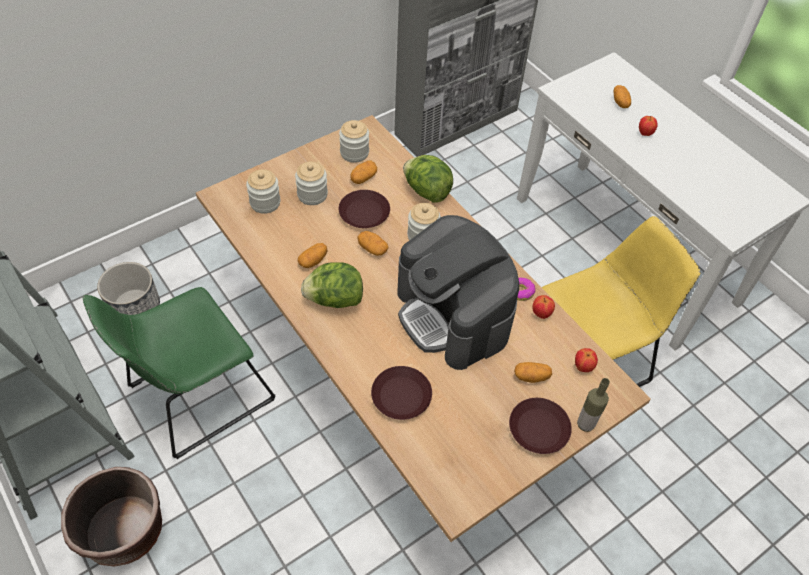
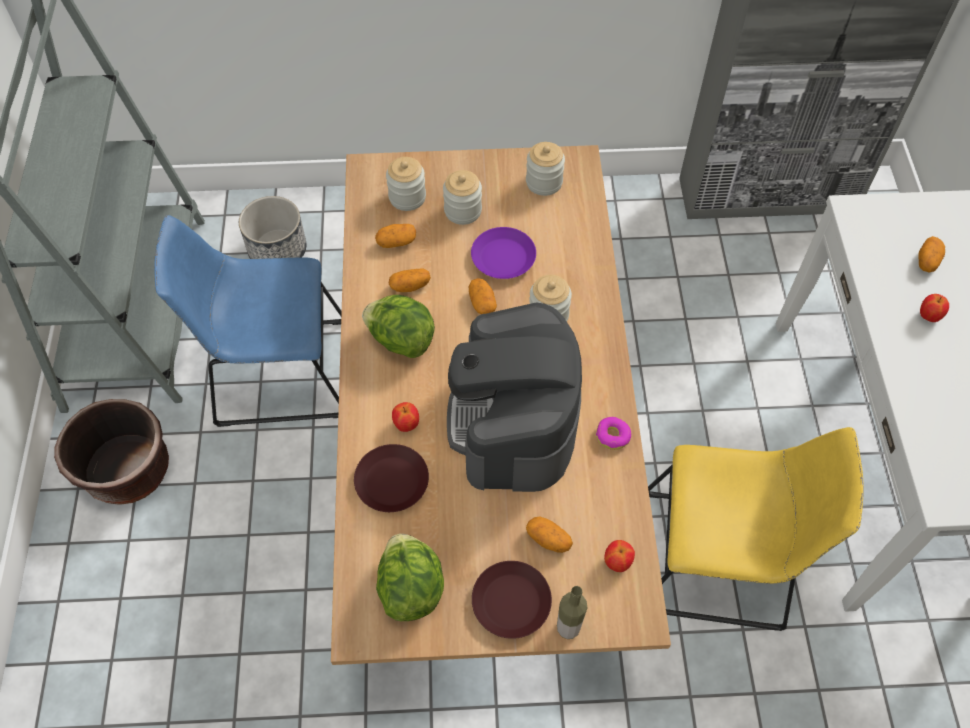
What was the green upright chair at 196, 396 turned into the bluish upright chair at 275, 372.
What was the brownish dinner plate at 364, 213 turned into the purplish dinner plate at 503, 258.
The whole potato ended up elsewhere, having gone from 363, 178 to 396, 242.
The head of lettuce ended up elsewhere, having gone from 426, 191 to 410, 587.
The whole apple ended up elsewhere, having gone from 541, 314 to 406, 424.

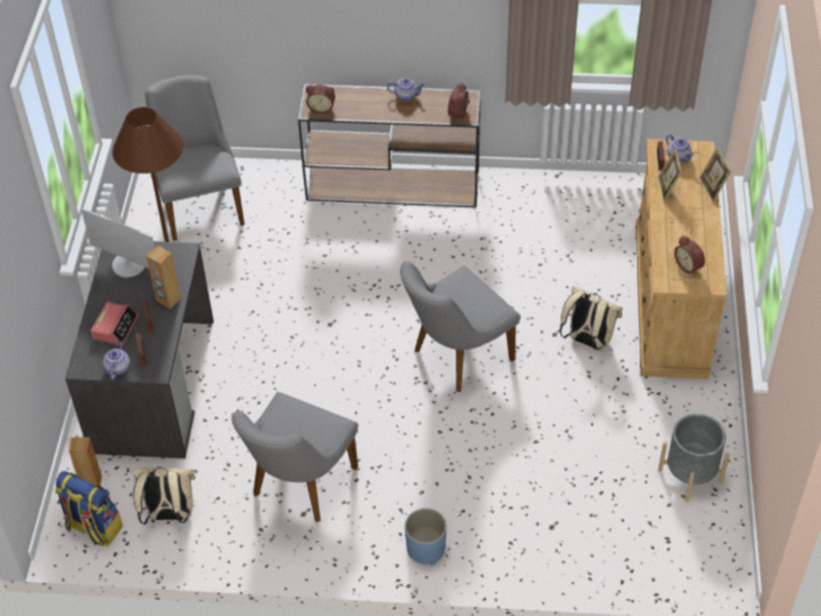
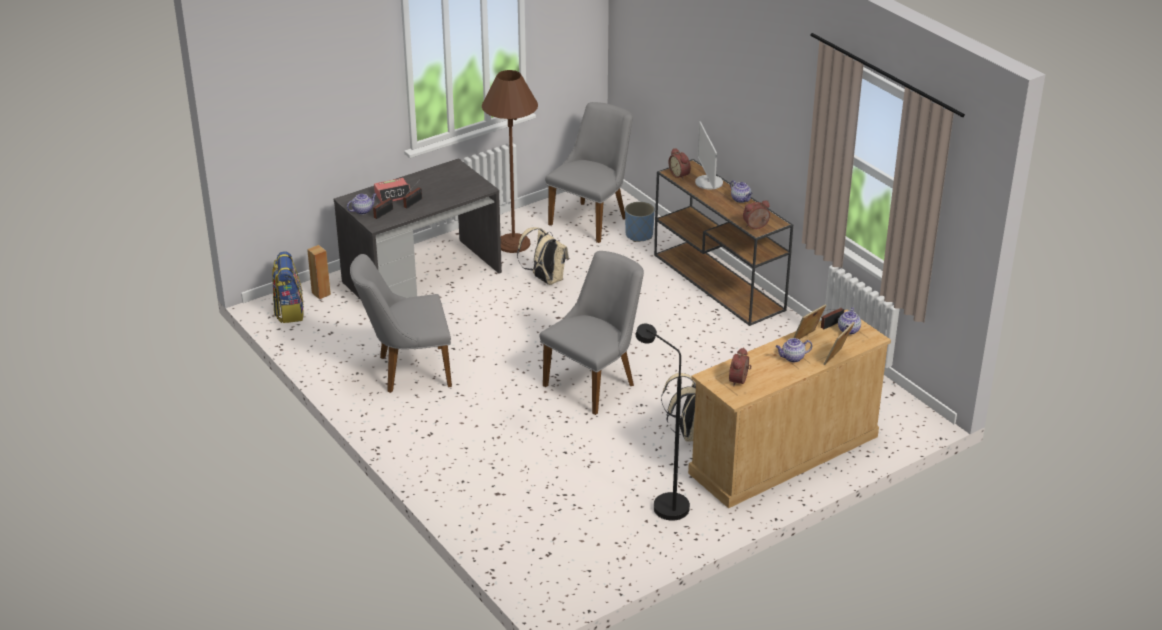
The computer screen ended up elsewhere, having gone from 129, 265 to 708, 182.
The beige-coloured backpack ended up elsewhere, having gone from 169, 514 to 545, 279.
The second view lost the brownish audio speaker at 168, 299.
The gray upright chair at 455, 358 ended up facing another way, 120 degrees clockwise from before.
The bluish planter ended up elsewhere, having gone from 425, 549 to 639, 235.
The second view lost the gray planter at 690, 475.
The second view gained the black-coloured standing lamp at 663, 503.
The second view gained the teapot at 792, 358.

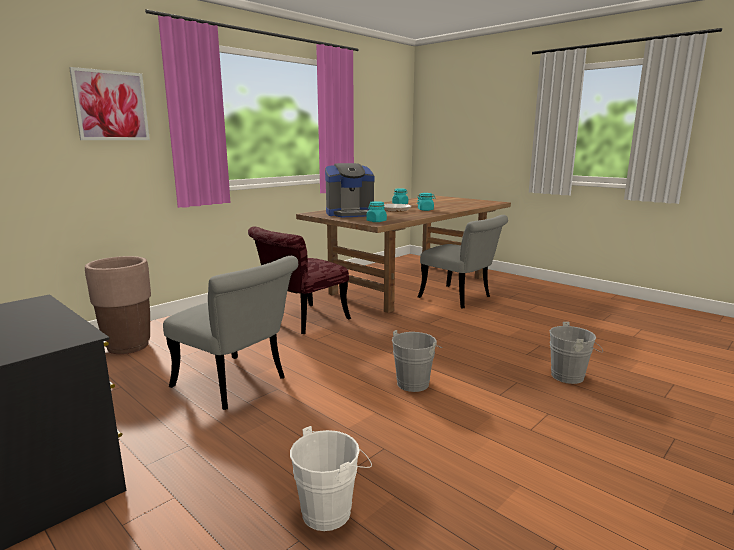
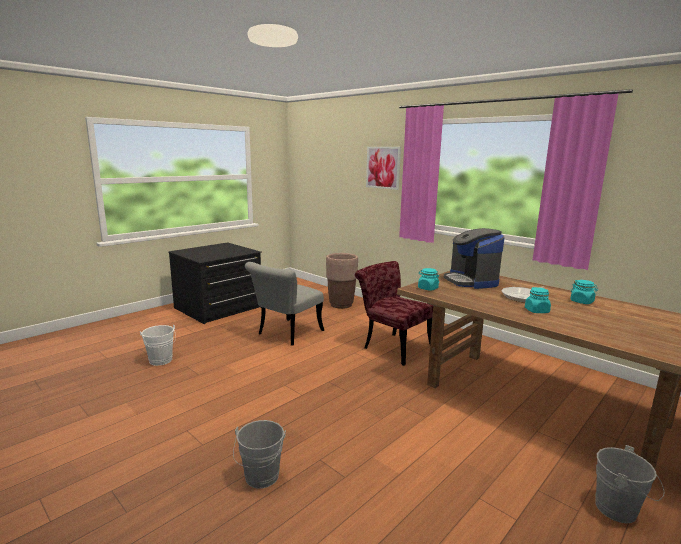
The gray bucket ended up elsewhere, having gone from 415, 382 to 620, 511.
The second view lost the gray upright chair at 461, 298.

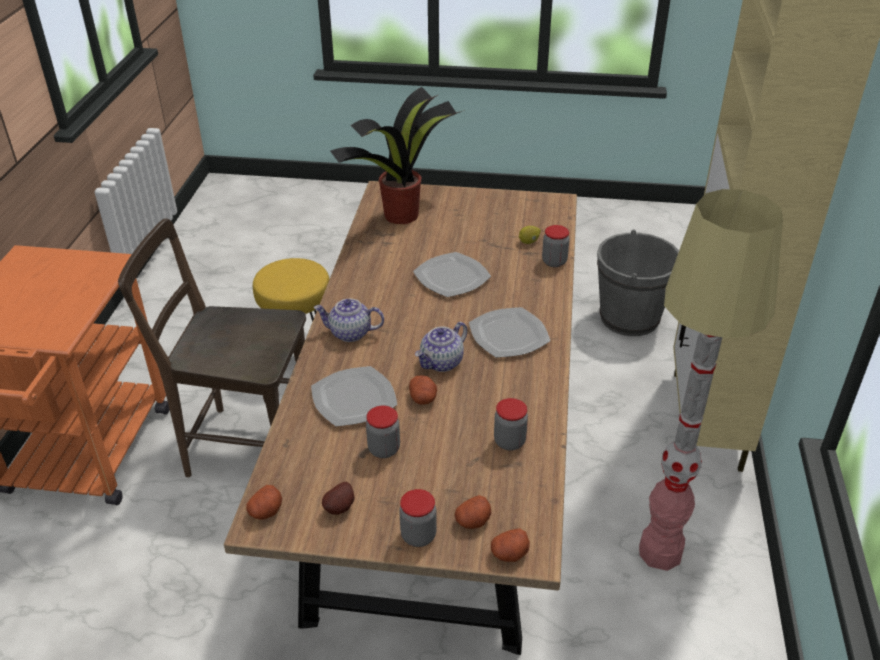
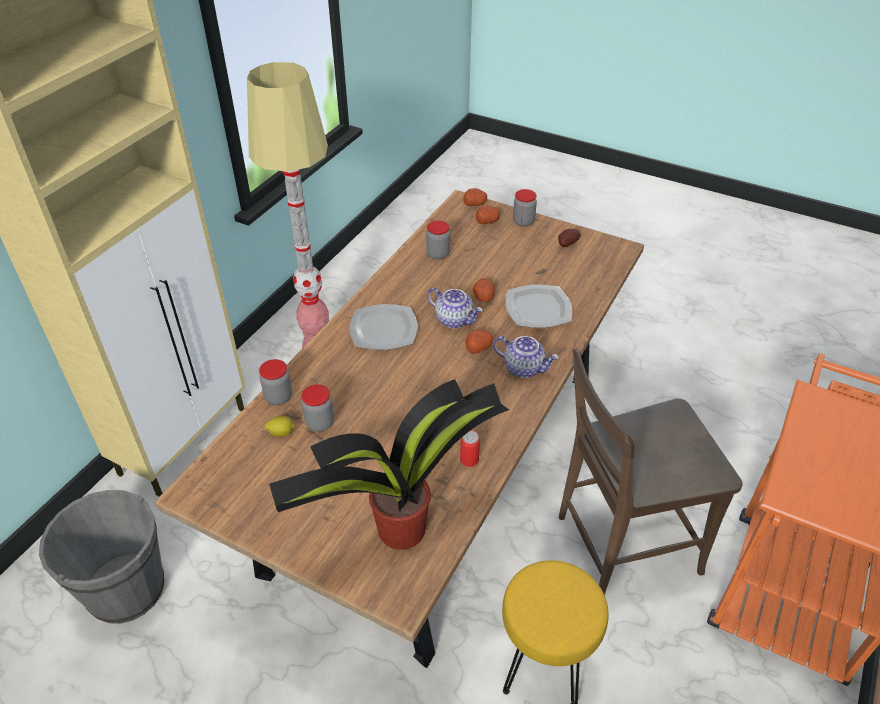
The brownish upright chair at 245, 446 ended up facing another way, 135 degrees clockwise from before.
The whole potato ended up elsewhere, having gone from 266, 511 to 478, 347.
The jar ended up elsewhere, having gone from 384, 449 to 320, 423.
The second view lost the dinner plate at 451, 276.
The teapot at 442, 363 ended up facing another way, 60 degrees clockwise from before.
The second view gained the sealed can at 469, 460.

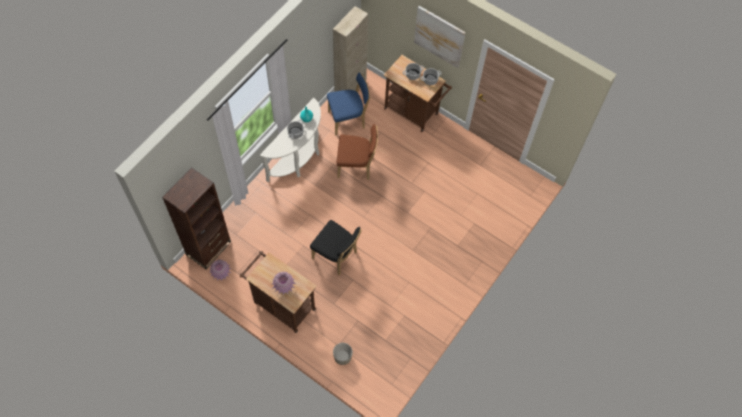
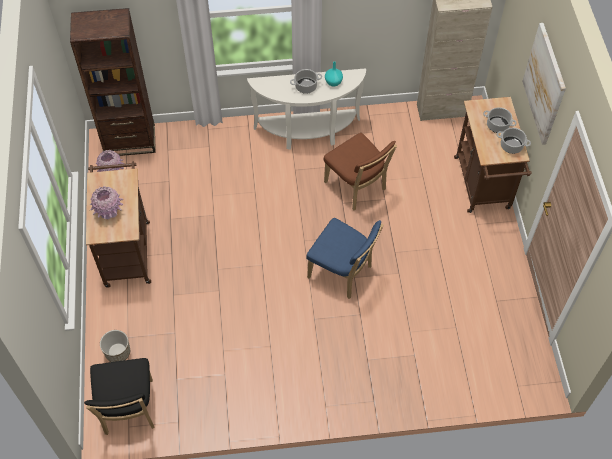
The black-coloured upright chair ended up elsewhere, having gone from 336, 256 to 128, 410.
The bluish upright chair ended up elsewhere, having gone from 348, 120 to 342, 273.

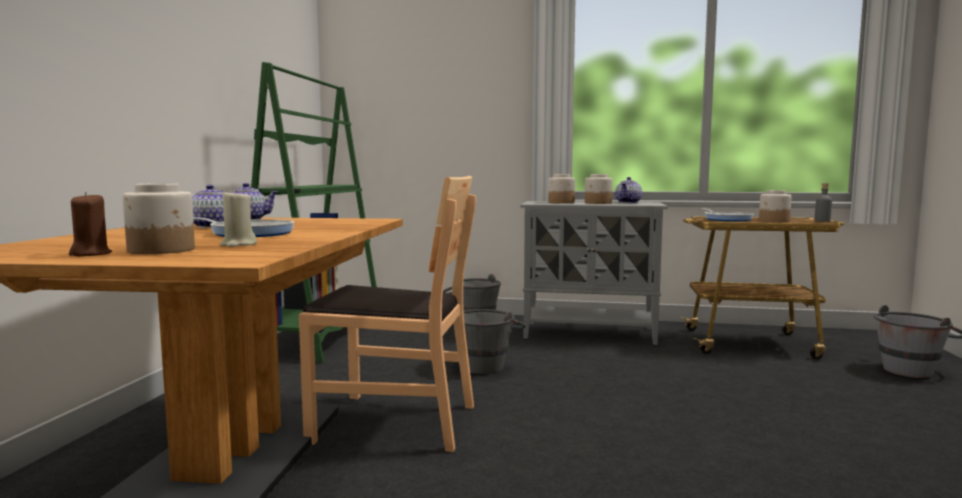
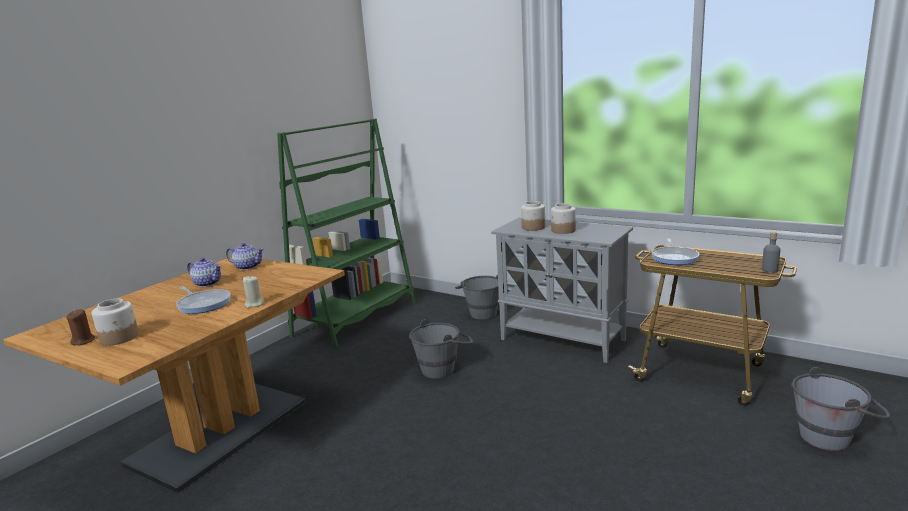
The beige-coloured candle ended up elsewhere, having gone from 238, 245 to 254, 304.
The second view lost the brownish upright chair at 395, 422.
The second view lost the teapot at 628, 202.
The second view lost the jar at 774, 221.

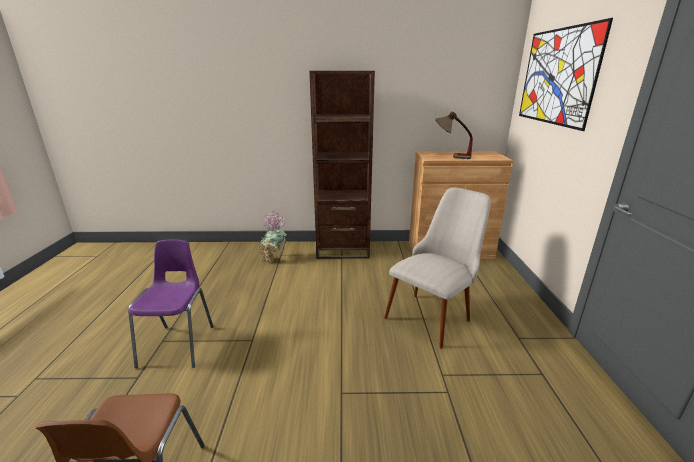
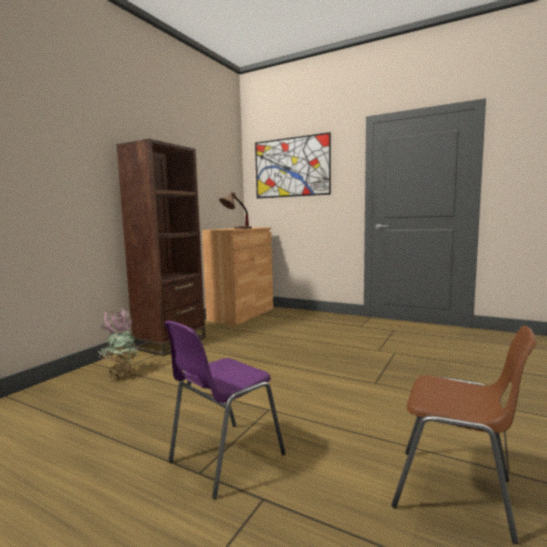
The purplish upright chair at 179, 344 ended up facing another way, 75 degrees counterclockwise from before.
The second view lost the beige-coloured upright chair at 434, 312.

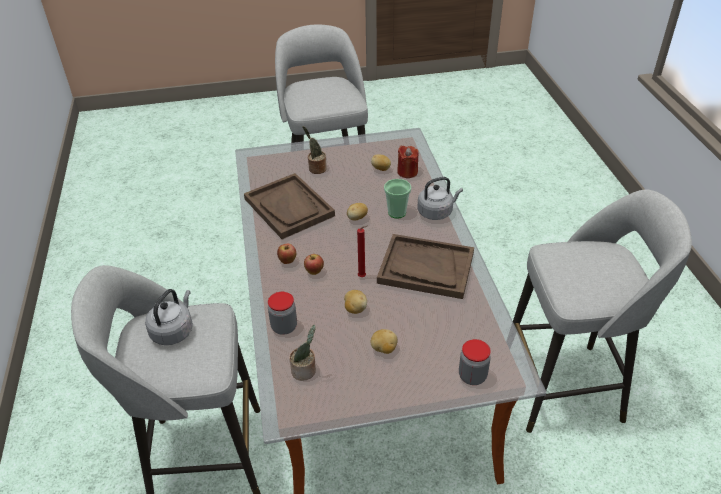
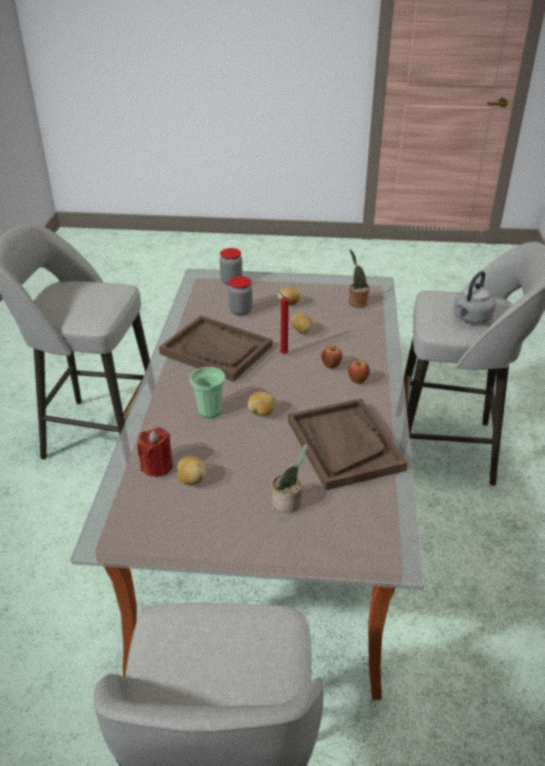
The jar ended up elsewhere, having gone from 284, 327 to 240, 311.
The second view lost the gray water kettle at 436, 212.

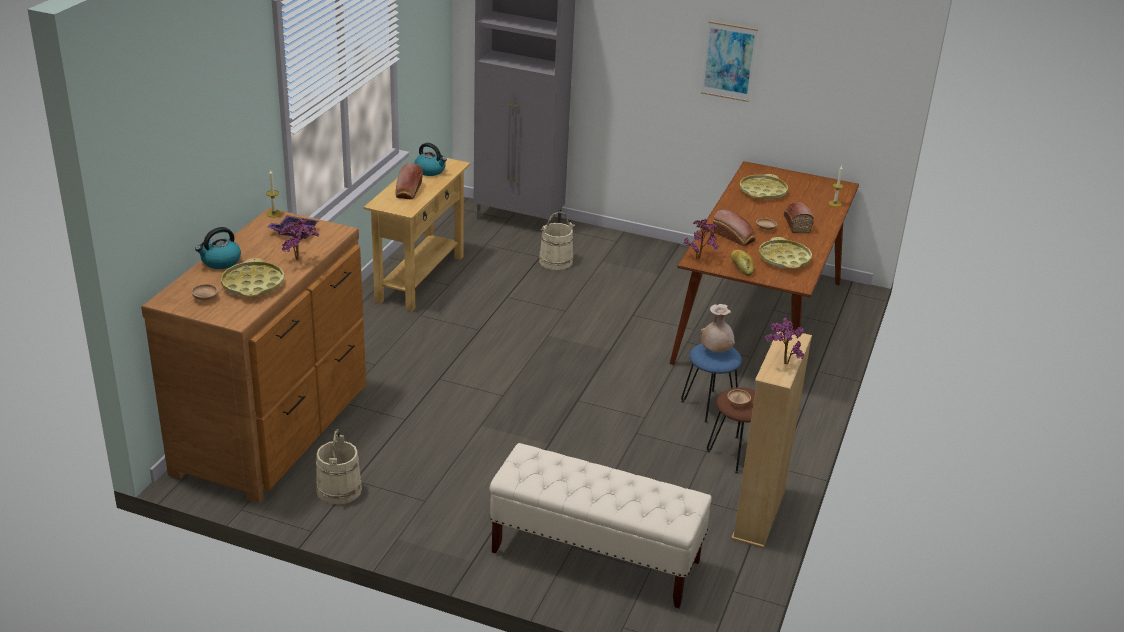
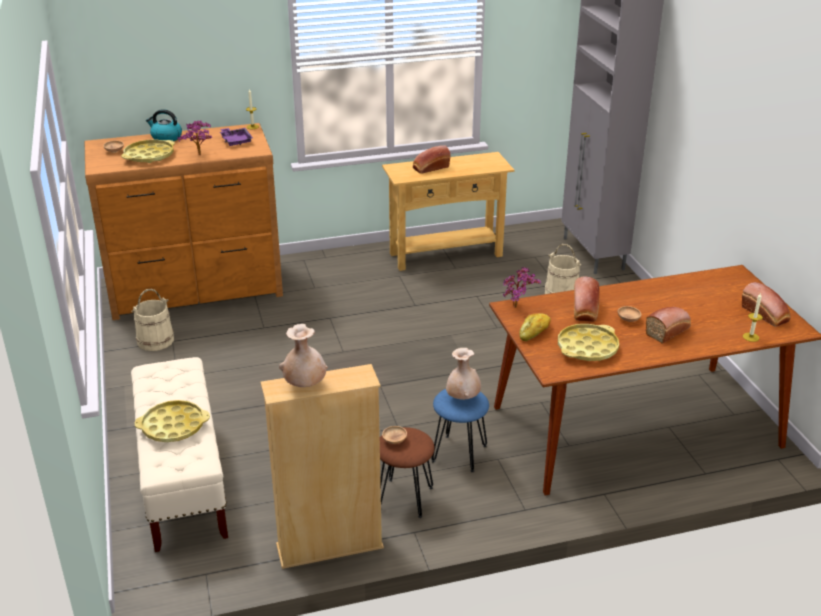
The second view lost the water kettle at 430, 170.
The second view lost the wall art at 729, 61.
The yellow-coloured tray ended up elsewhere, having gone from 762, 191 to 173, 426.
Where the houseplant stood at 782, 363, the beige-coloured vase came to stand at 305, 385.
The second view gained the bread at 766, 315.

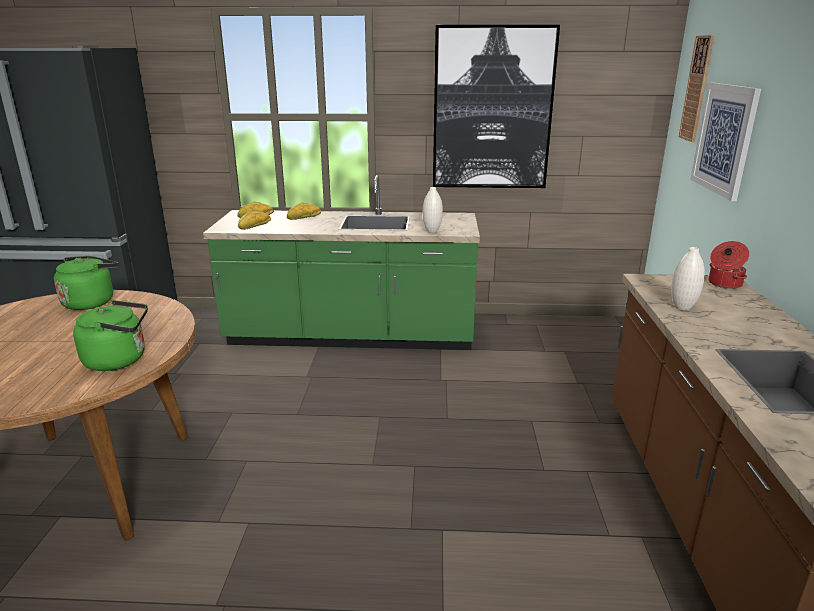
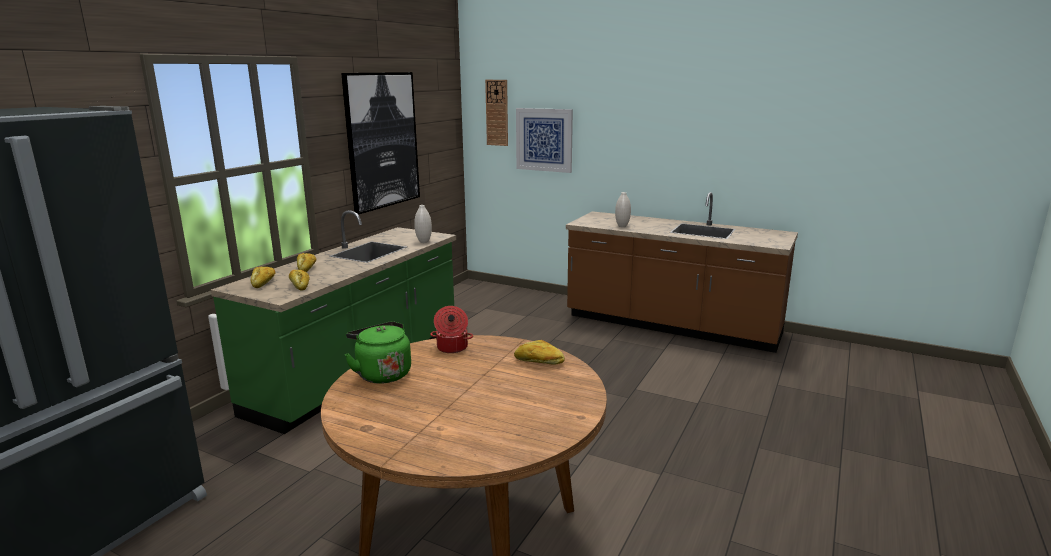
Where the green water kettle stood at 120, 360, the bread came to stand at 539, 361.
The saucepot ended up elsewhere, having gone from 724, 284 to 452, 348.

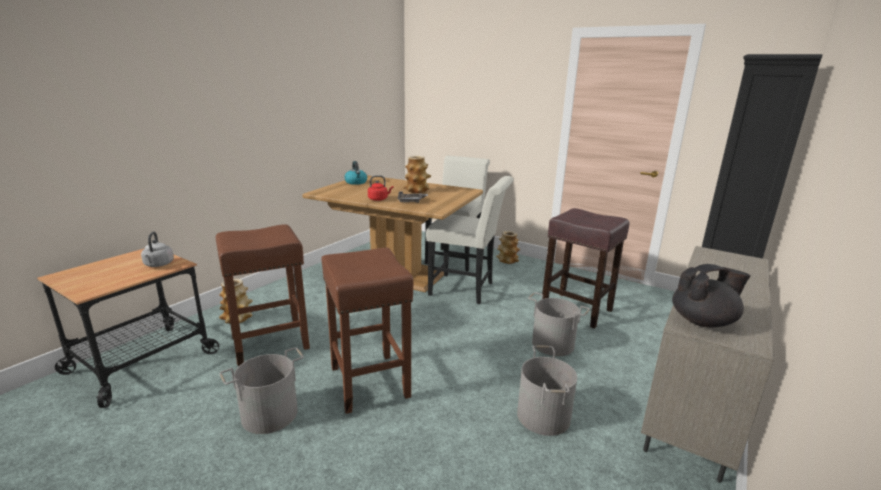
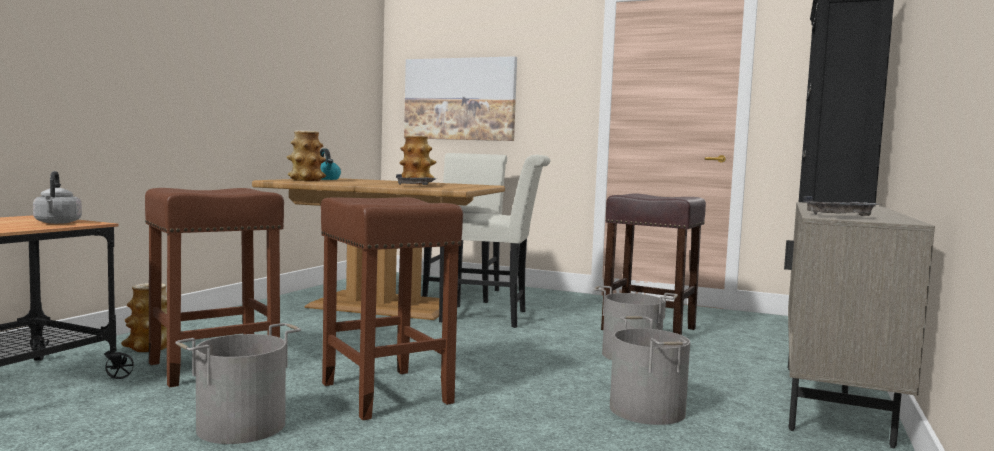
The second view lost the red water kettle at 379, 199.
The vase ended up elsewhere, having gone from 507, 260 to 306, 180.
Where the black-coloured teapot stood at 703, 321, the gray tray came to stand at 842, 216.
The second view gained the wall art at 460, 99.

